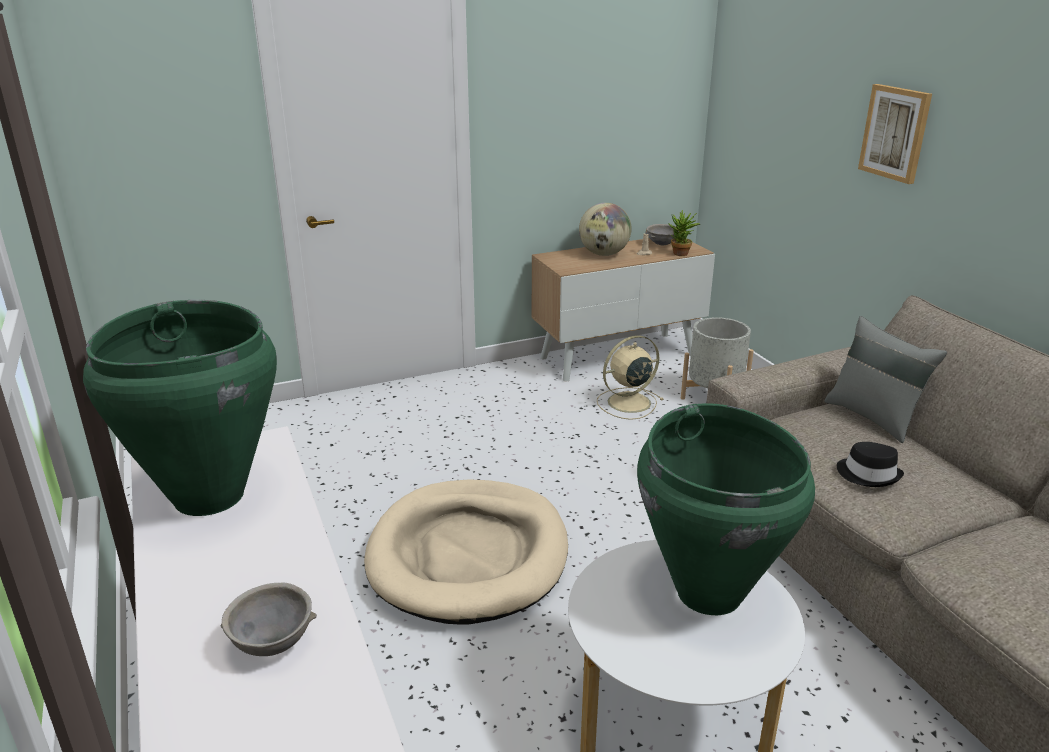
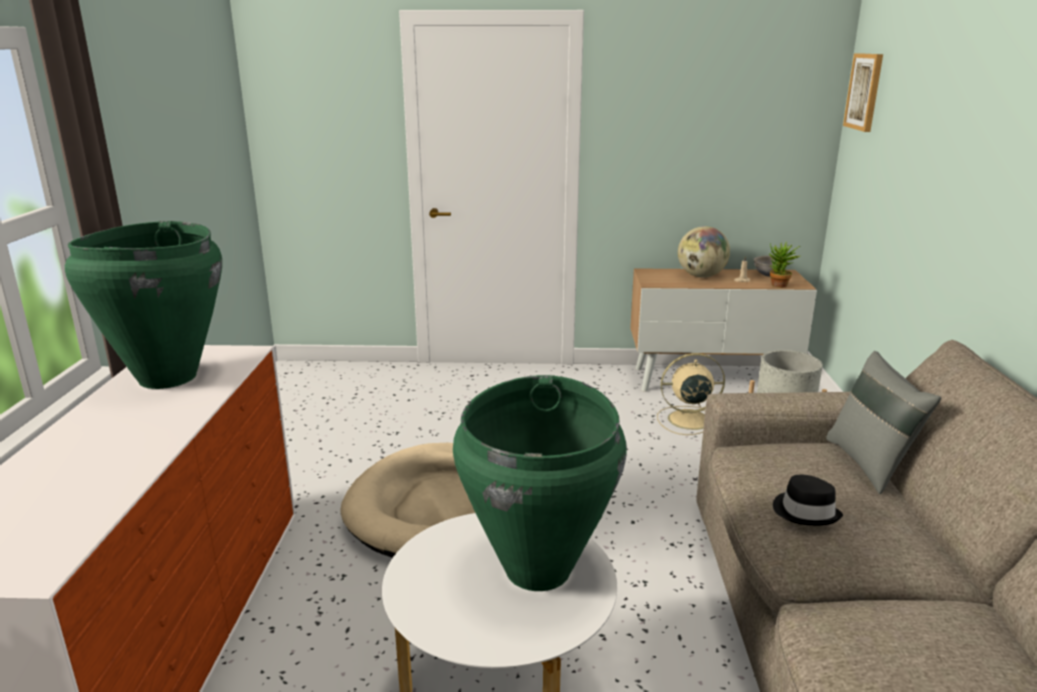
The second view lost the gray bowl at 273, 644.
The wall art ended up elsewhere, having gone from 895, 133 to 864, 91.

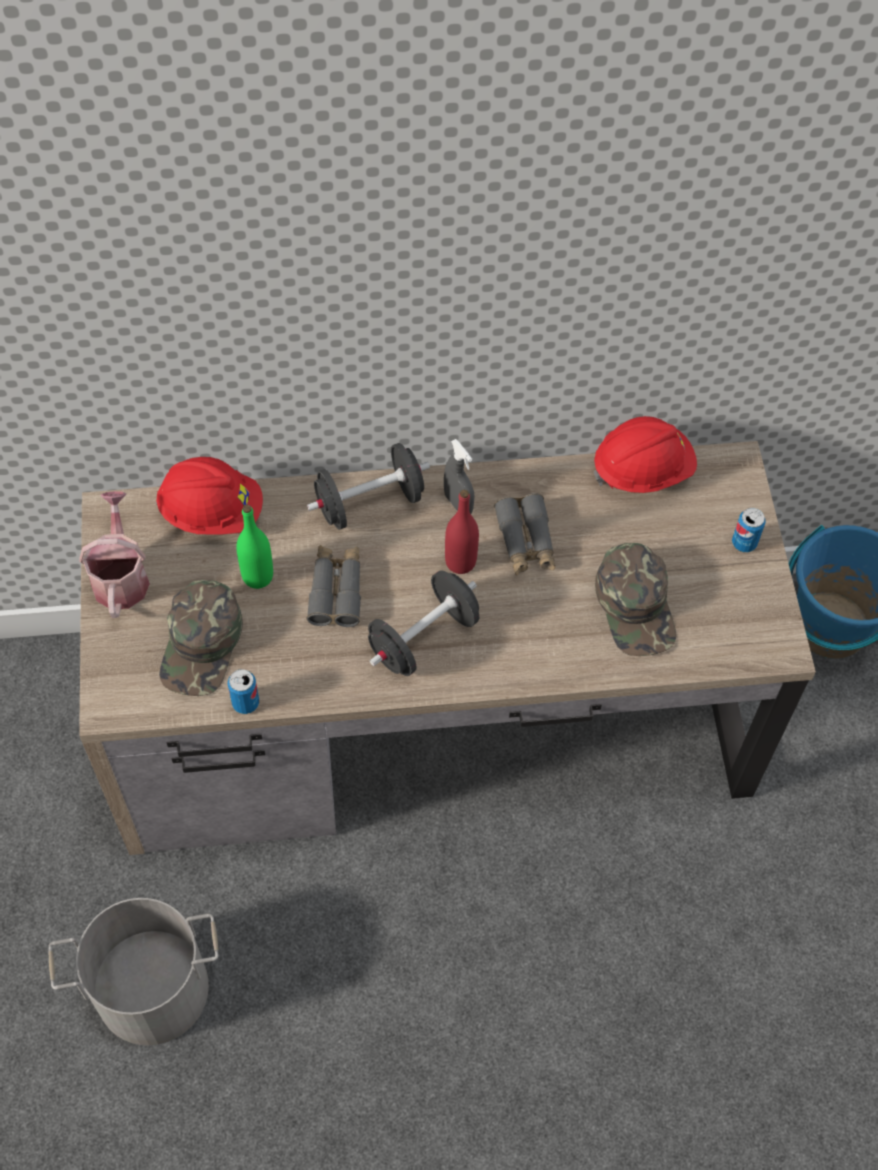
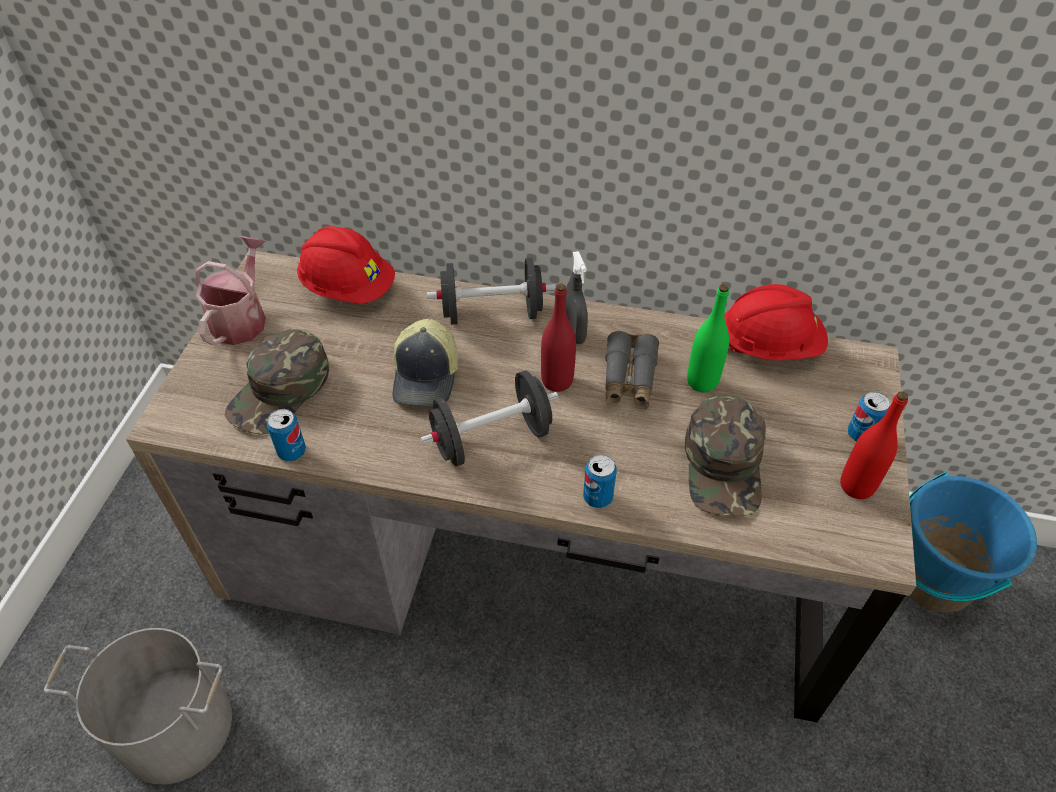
The green bottle ended up elsewhere, having gone from 257, 576 to 702, 381.
Where the gray pair of binoculars stood at 336, 590, the peaked cap came to stand at 427, 376.
The second view gained the sealed can at 597, 497.
The second view gained the red bottle at 856, 486.

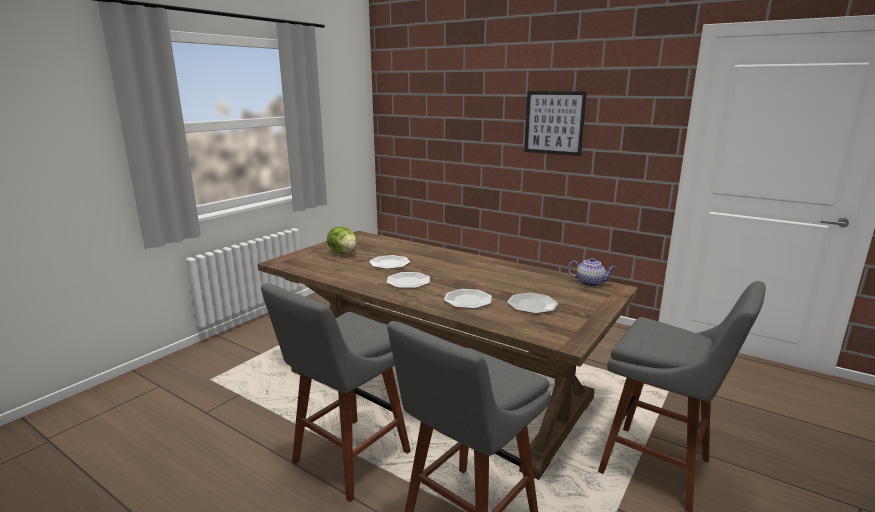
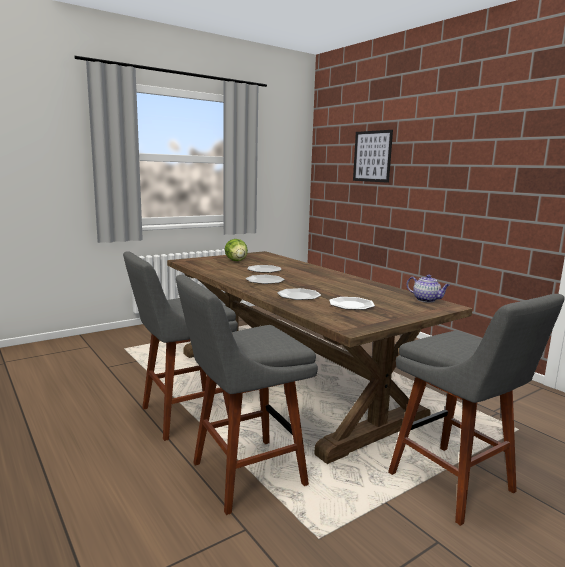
The wall art ended up elsewhere, having gone from 554, 123 to 372, 156.

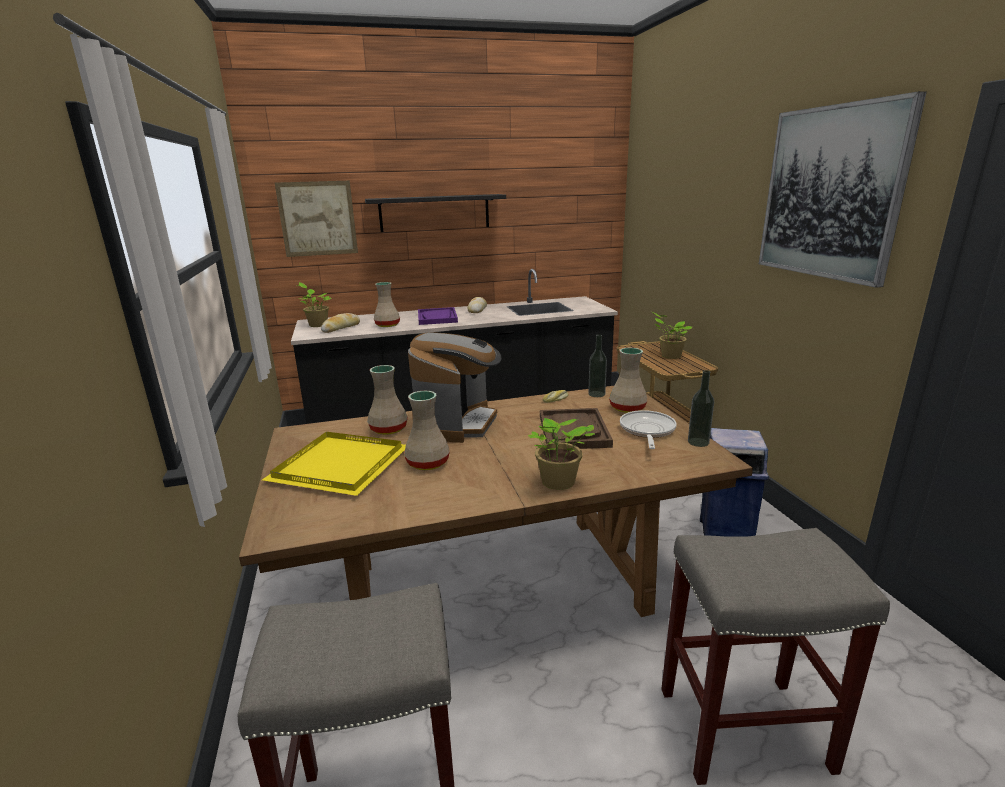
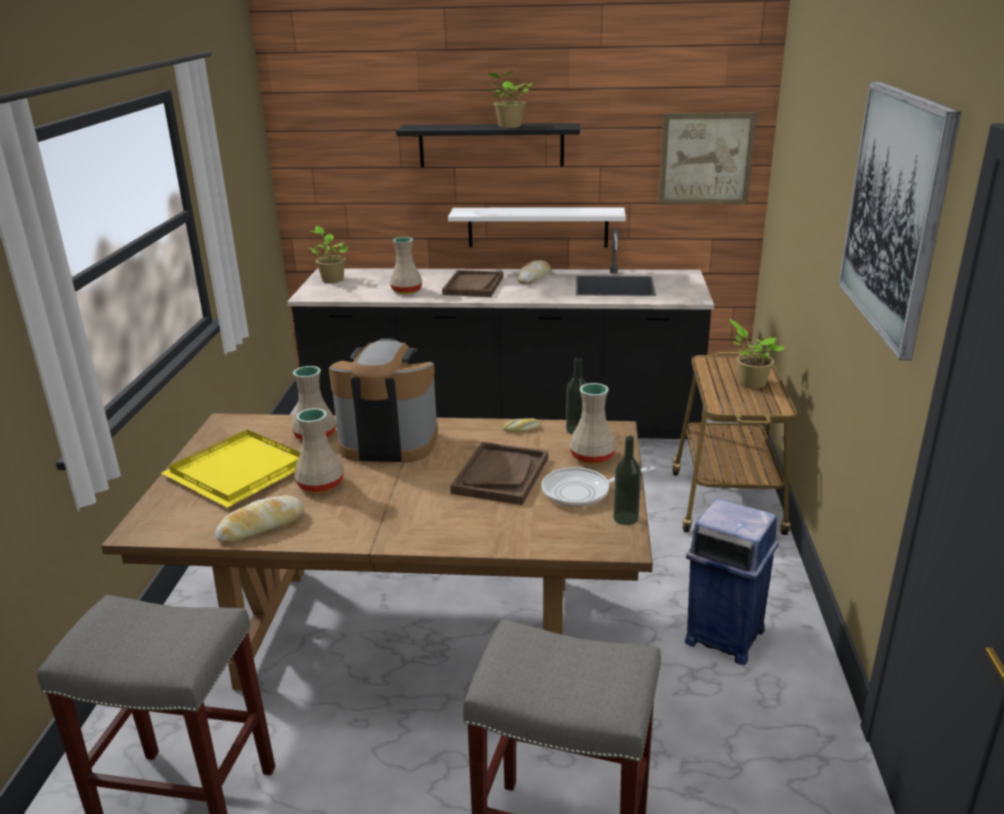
The wall art ended up elsewhere, having gone from 317, 218 to 706, 159.
The bread ended up elsewhere, having gone from 341, 328 to 261, 526.
The coffee maker at 458, 423 ended up facing another way, 120 degrees counterclockwise from before.
What was the purplish tray at 437, 318 turned into the brownish tray at 473, 286.
The houseplant ended up elsewhere, having gone from 557, 483 to 508, 126.
The skillet at 647, 431 ended up facing another way, 135 degrees counterclockwise from before.
The second view gained the white-coloured bracket shelf at 537, 227.

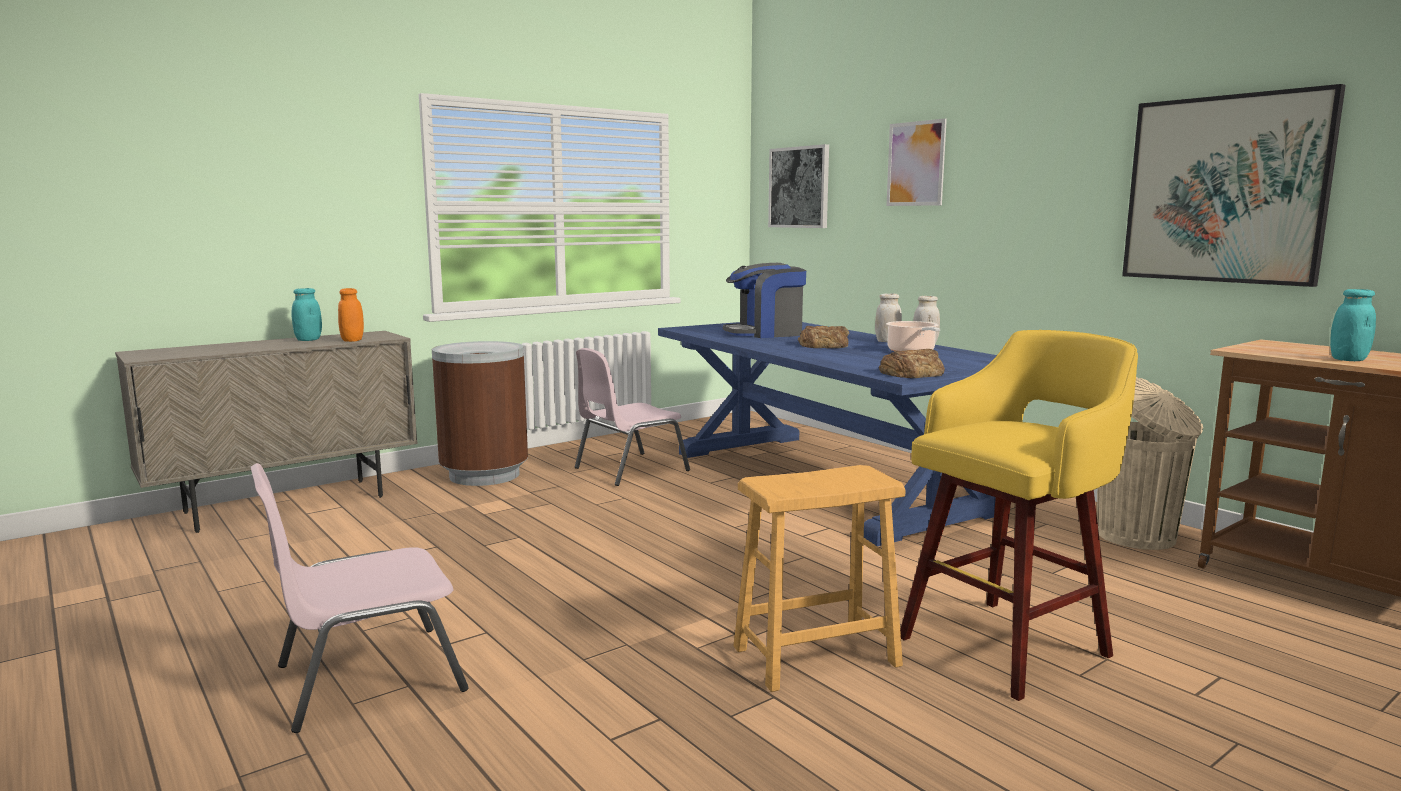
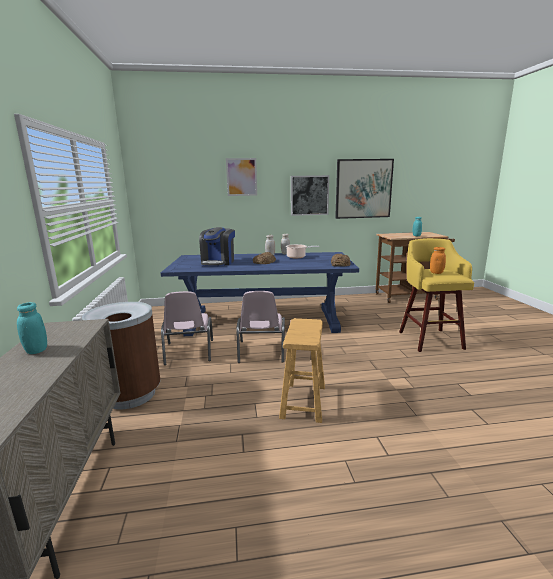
The pinkish upright chair ended up elsewhere, having gone from 366, 678 to 261, 352.
The orange jar ended up elsewhere, having gone from 352, 340 to 436, 273.
The brownish sitting stool ended up elsewhere, having gone from 815, 656 to 303, 402.
The wall art ended up elsewhere, having gone from 799, 187 to 309, 195.
The second view lost the beige-coloured rubbish bin at 1138, 537.

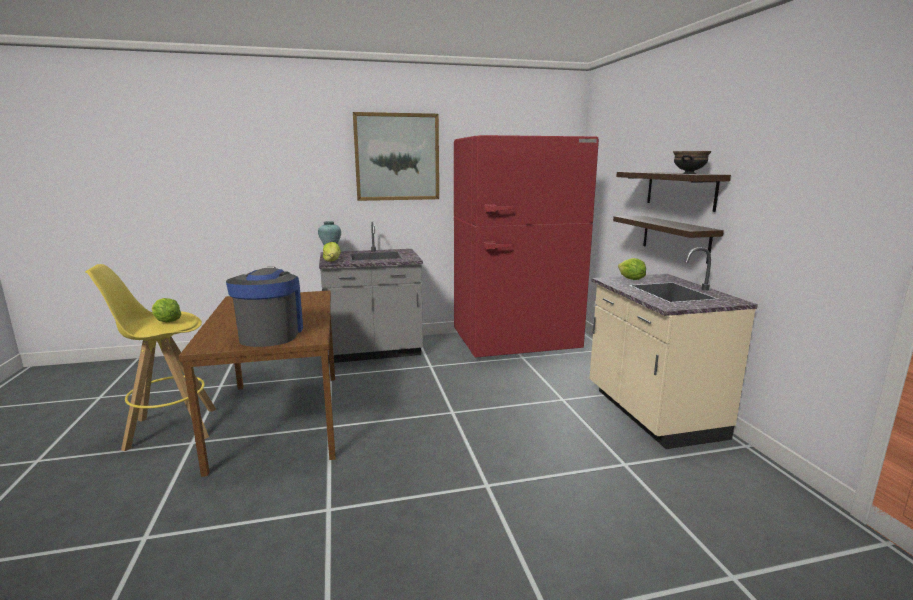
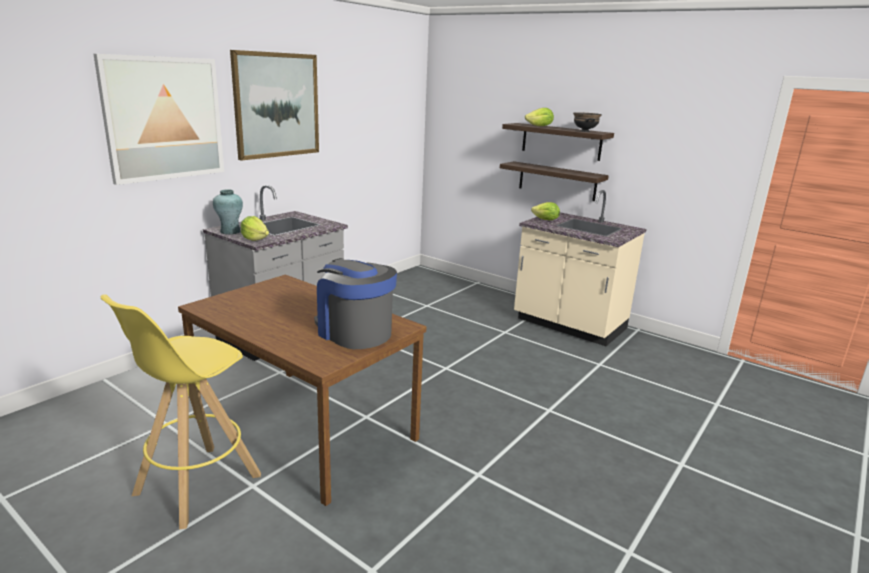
The head of lettuce ended up elsewhere, having gone from 166, 322 to 540, 126.
The second view lost the red kitchen fridge at 515, 343.
The second view gained the wall art at 164, 118.

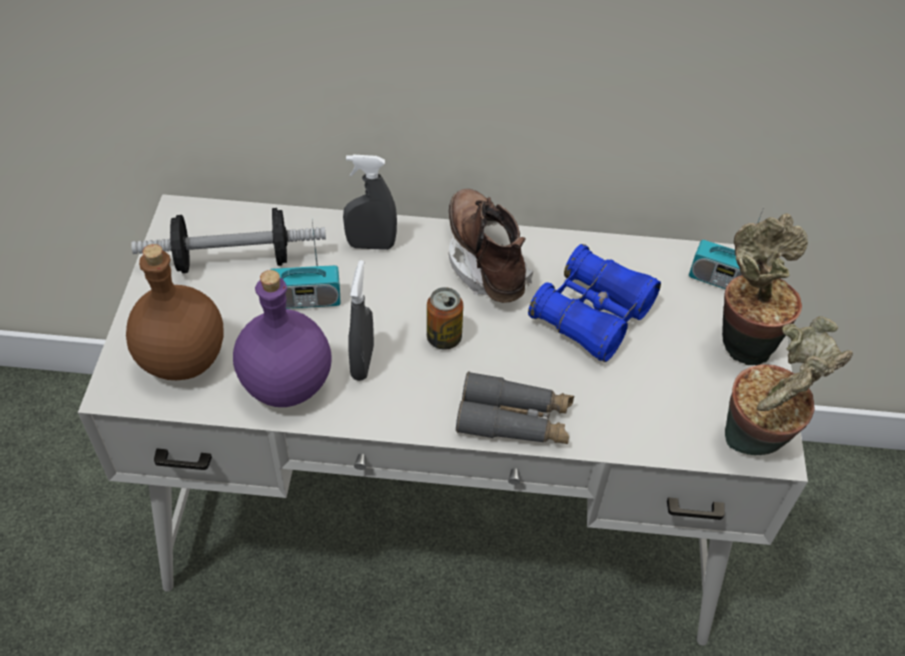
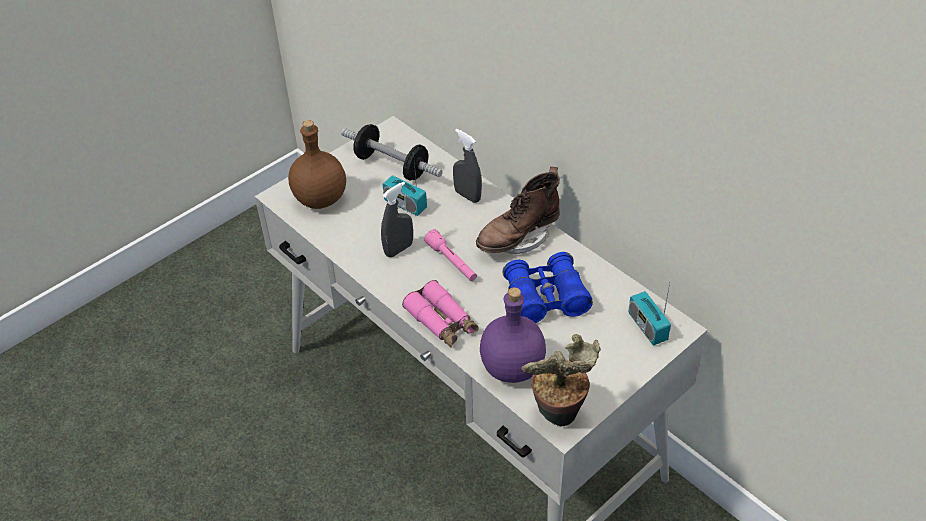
The purplish bottle ended up elsewhere, having gone from 288, 383 to 513, 368.
Where the sealed can stood at 444, 338, the pinkish flashlight came to stand at 452, 262.
The brownish high-top boot at 485, 262 ended up facing another way, 150 degrees counterclockwise from before.
What was the gray pair of binoculars at 514, 419 turned into the pinkish pair of binoculars at 442, 321.
The second view lost the houseplant at 742, 341.

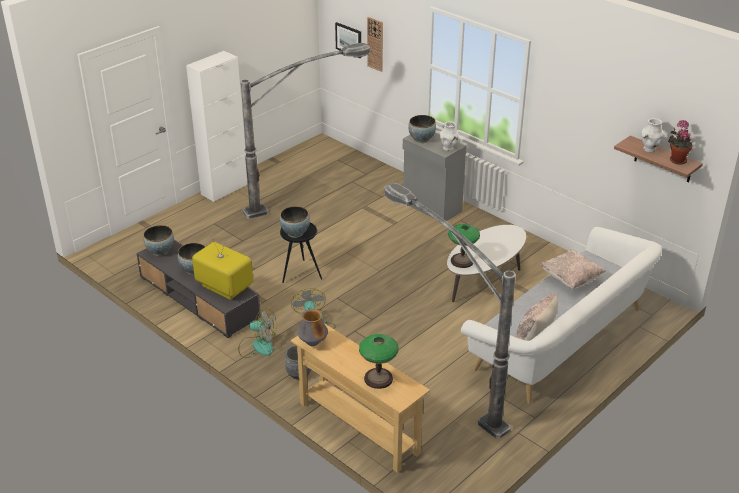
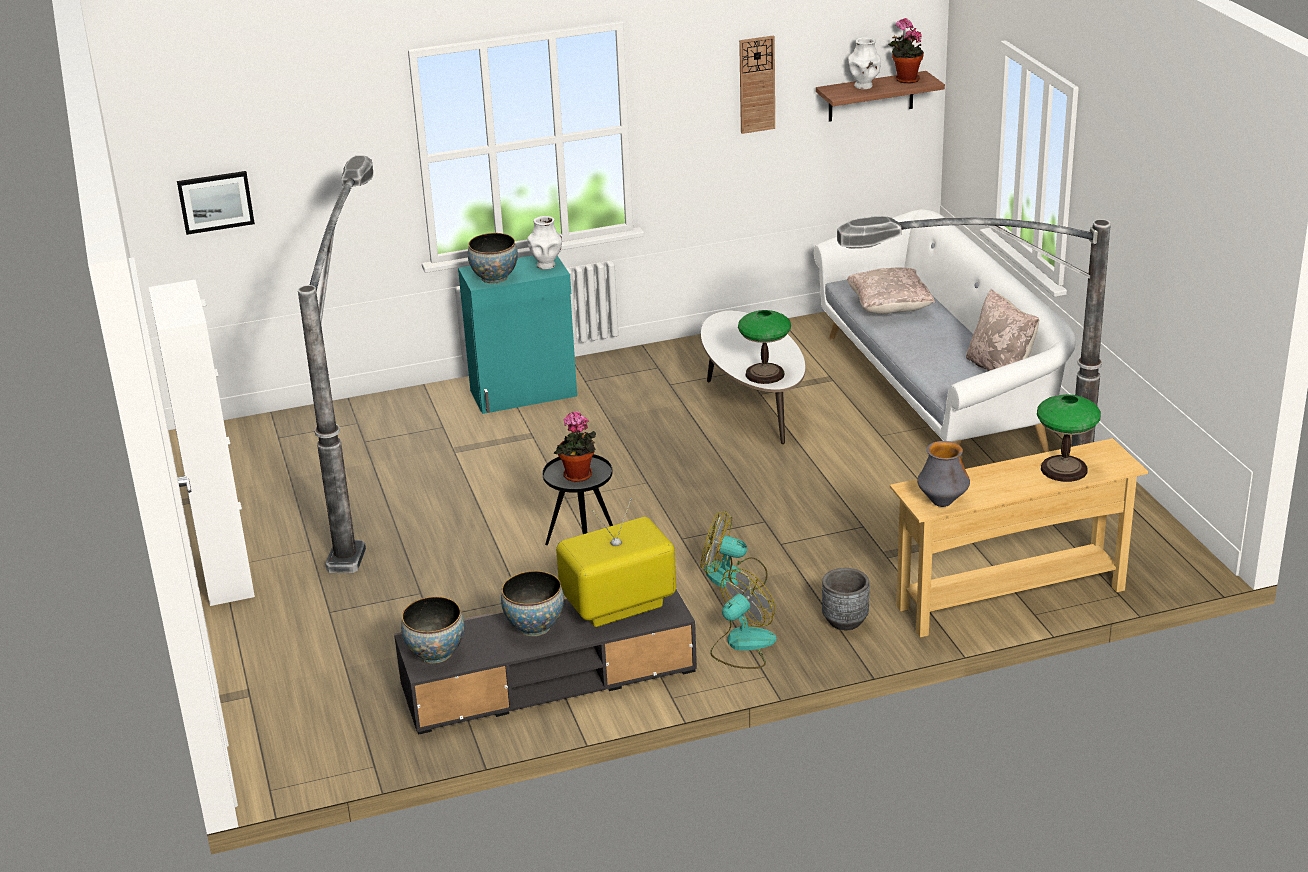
Where the bowl stood at 295, 233, the houseplant came to stand at 578, 477.
The clock on the wall ended up elsewhere, having gone from 375, 44 to 757, 84.
What was the gray storage cabinet at 431, 207 turned into the turquoise storage cabinet at 524, 393.

